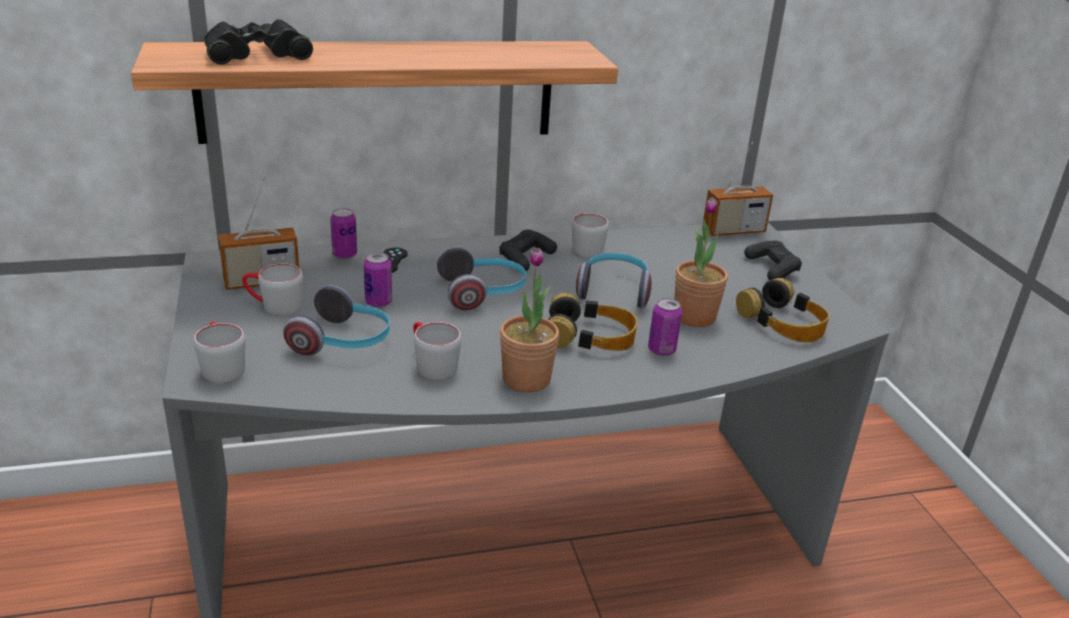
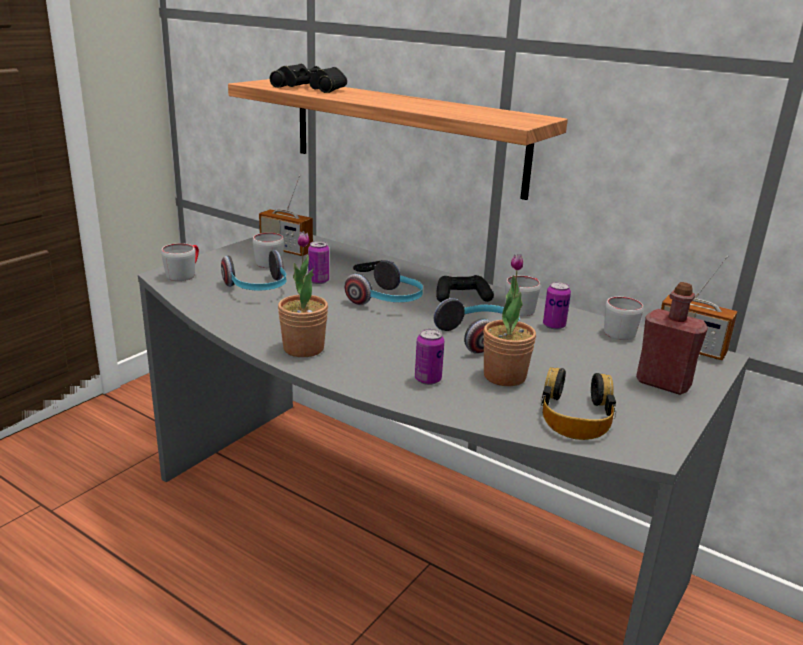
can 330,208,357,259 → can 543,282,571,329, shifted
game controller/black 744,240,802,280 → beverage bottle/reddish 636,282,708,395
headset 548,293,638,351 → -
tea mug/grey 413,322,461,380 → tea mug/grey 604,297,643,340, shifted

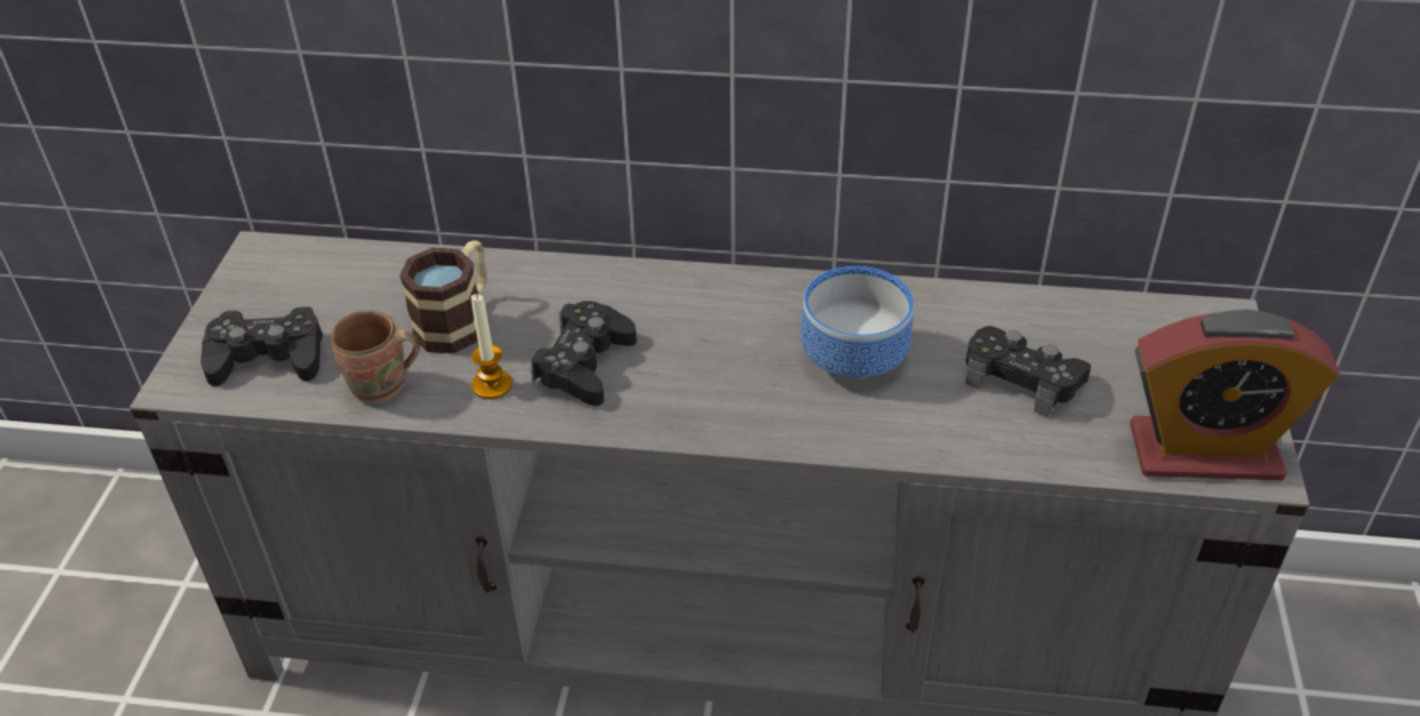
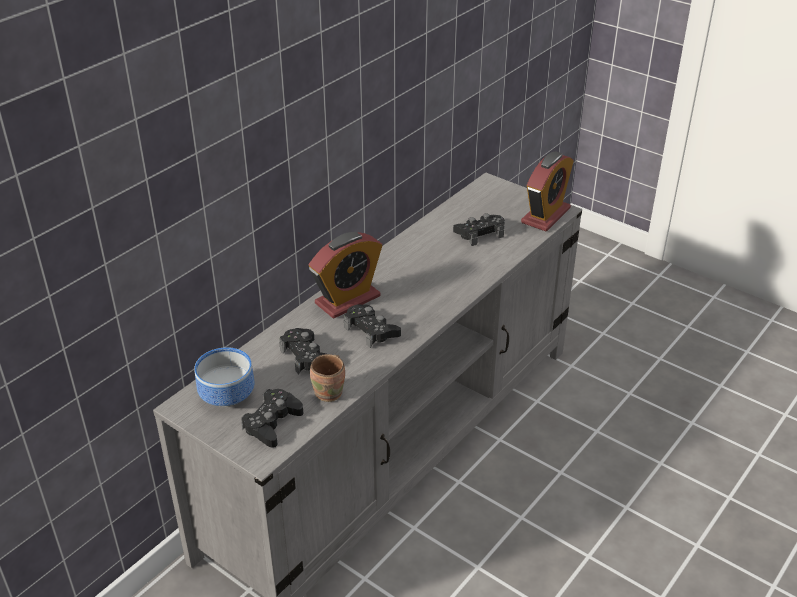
tea mug 400,240,487,354 → game controller/black 279,328,326,375
deep dish 801,266,914,379 → deep dish 194,347,254,407, shifted
wax candle 471,293,512,399 → -
- → table clock 309,232,382,319

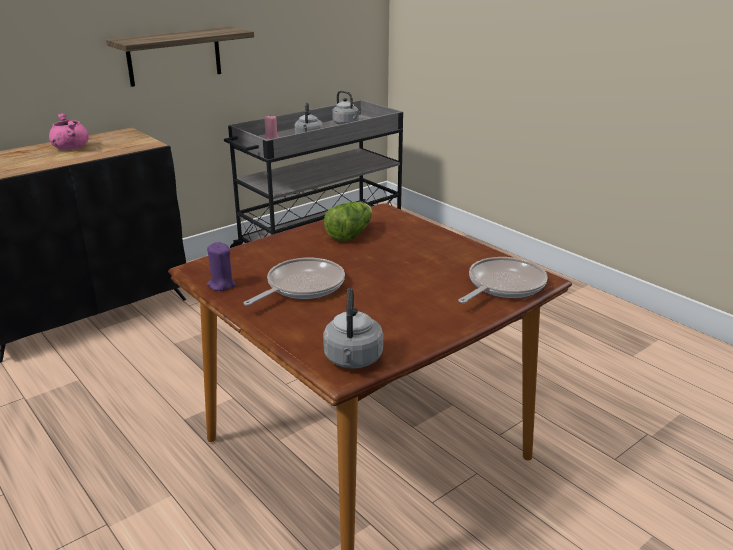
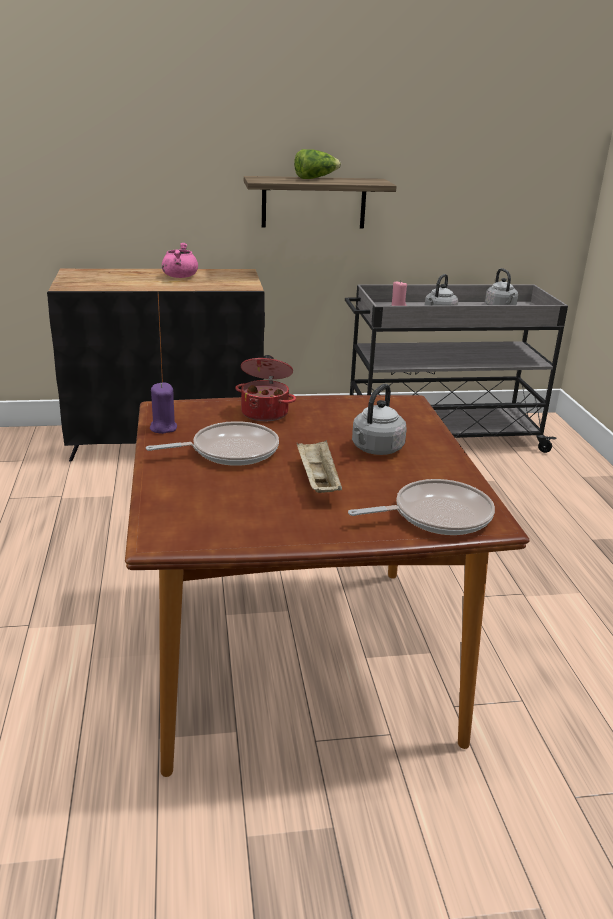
lettuce 324,202,372,242 → lettuce 294,149,341,179, shifted
water kettle/grey 323,288,383,369 → water kettle/grey 352,384,407,455, shifted
- → cooking pot 235,355,296,421
- → carrying tray/beige 297,440,342,493

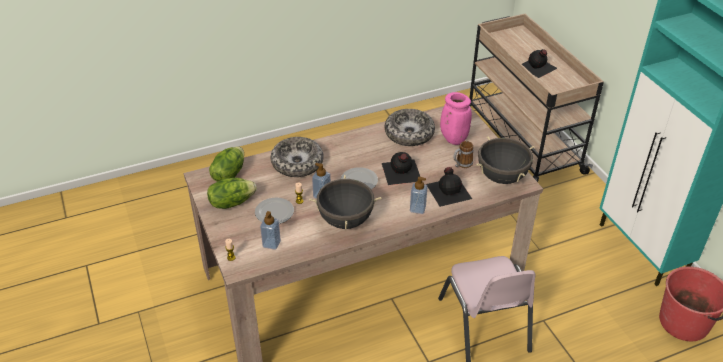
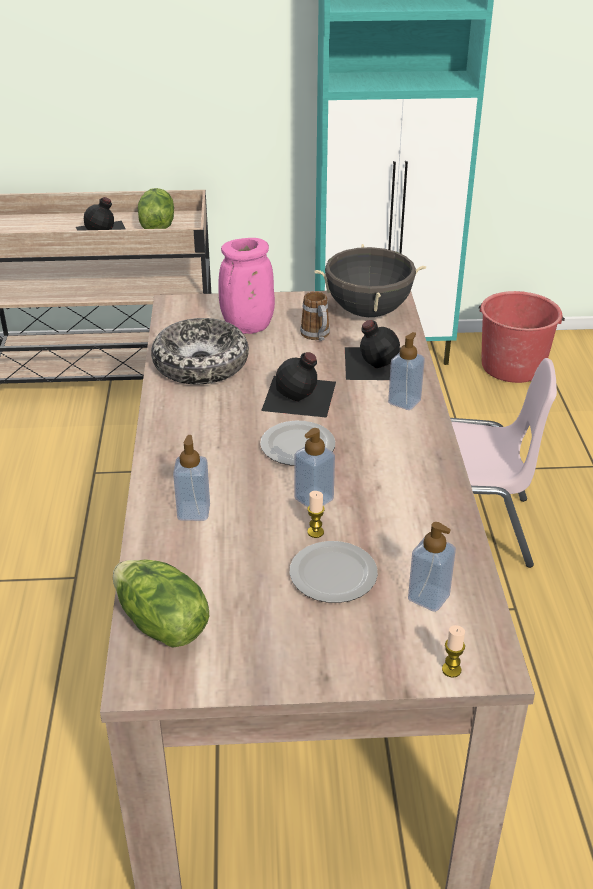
deep dish 271,137,324,177 → soap dispenser 173,435,210,521
cooking pot/black 309,175,382,229 → -
lettuce 207,178,257,209 → lettuce 138,188,174,229, shifted

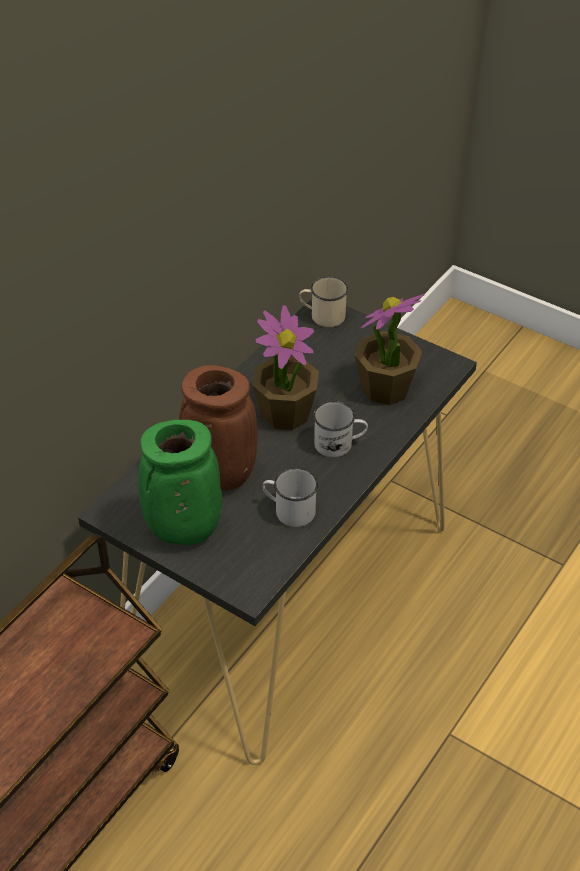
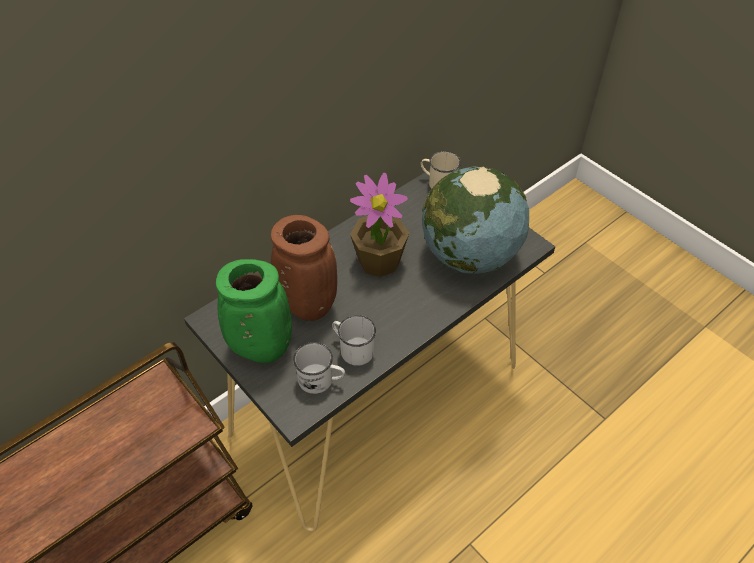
potted plant 355,294,424,405 → desk globe 422,166,529,274
tea mug/white 313,401,368,457 → tea mug/white 293,342,345,394, shifted

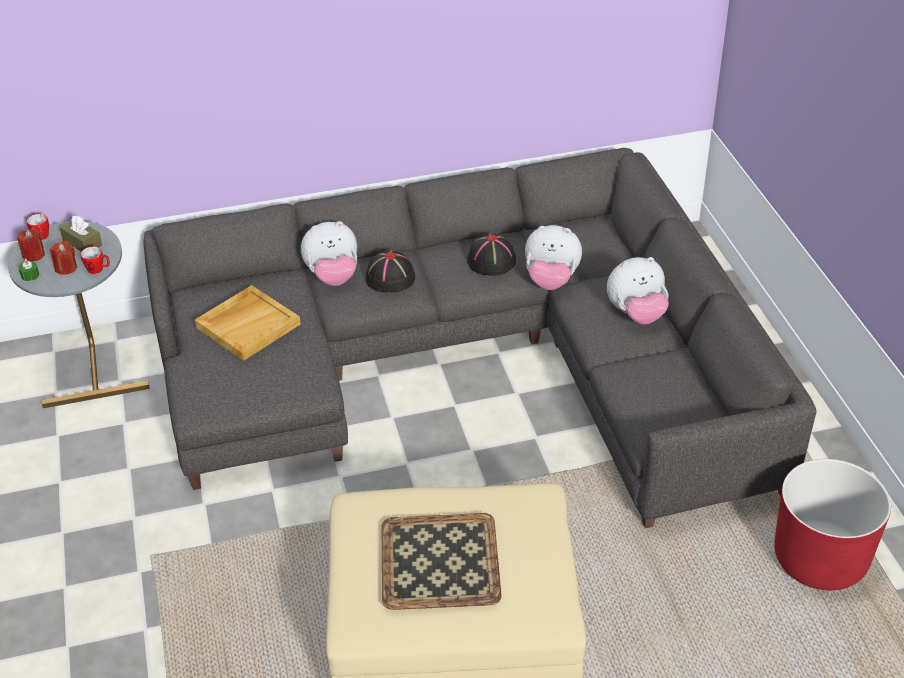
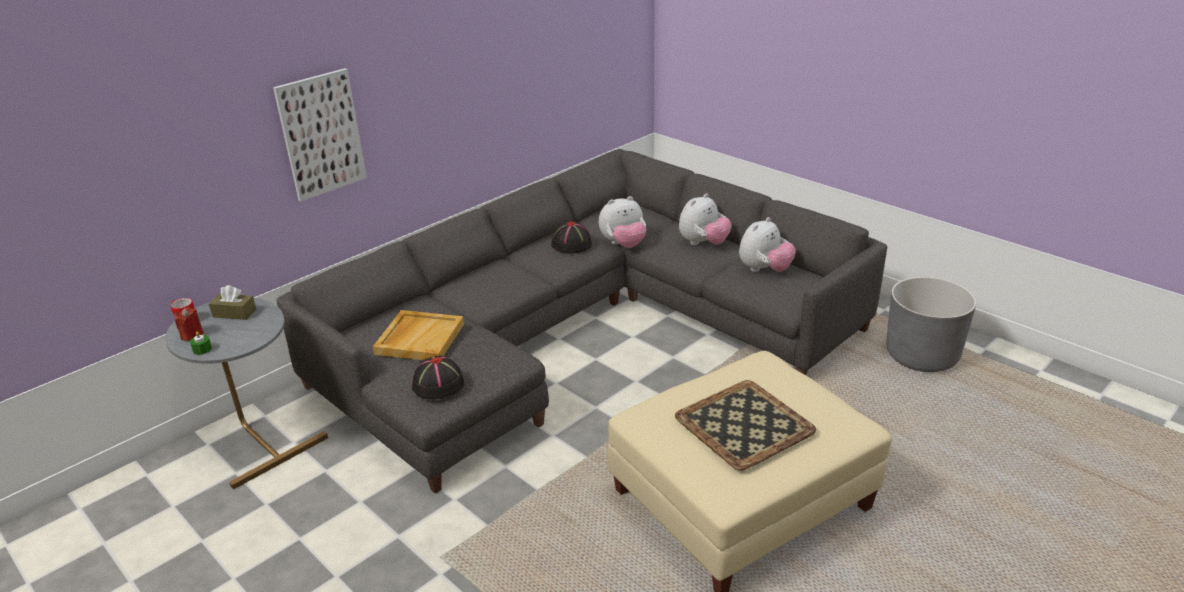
plush toy 301,221,357,286 → plush toy 739,217,796,272, shifted
wax candle/reddish 50,241,77,275 → -
tea mug 80,246,110,274 → -
hat/black 366,251,415,293 → hat/black 412,356,464,400, shifted
planter/reddish 774,459,891,590 → planter/grey 886,277,976,372
- → picture 273,68,367,202

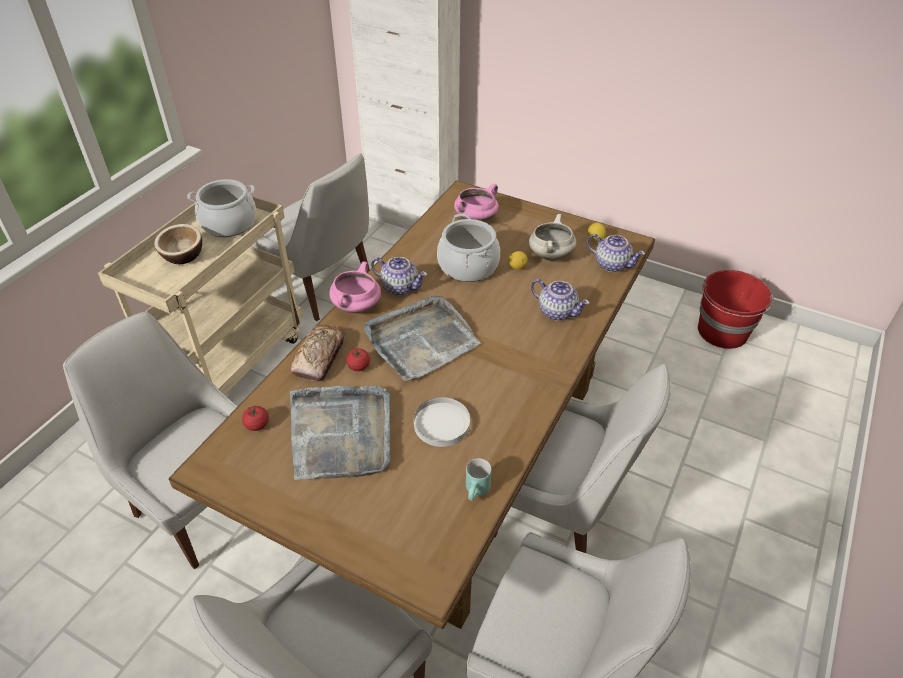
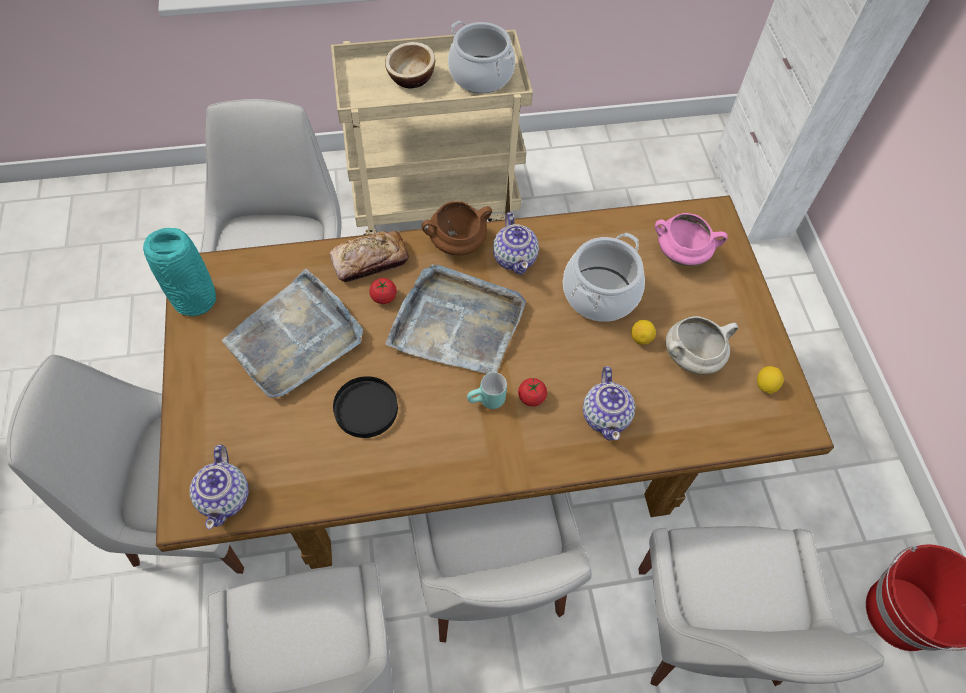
upright chair/white 251,153,370,321 → upright chair/white 638,526,884,686, shifted
tea pot 587,234,645,272 → tea pot 190,445,249,529, shifted
cooking pot/pink-coloured 329,261,381,313 → cooking pot/brownish 422,201,492,256
plate/white 414,397,470,447 → plate/black 333,376,398,438
fresh tomato 242,406,269,431 → fresh tomato 518,378,547,406, shifted
tea mug/turquoise 466,458,492,501 → tea mug/turquoise 467,372,507,409, shifted
- → flower vase/turquoise 143,228,216,316

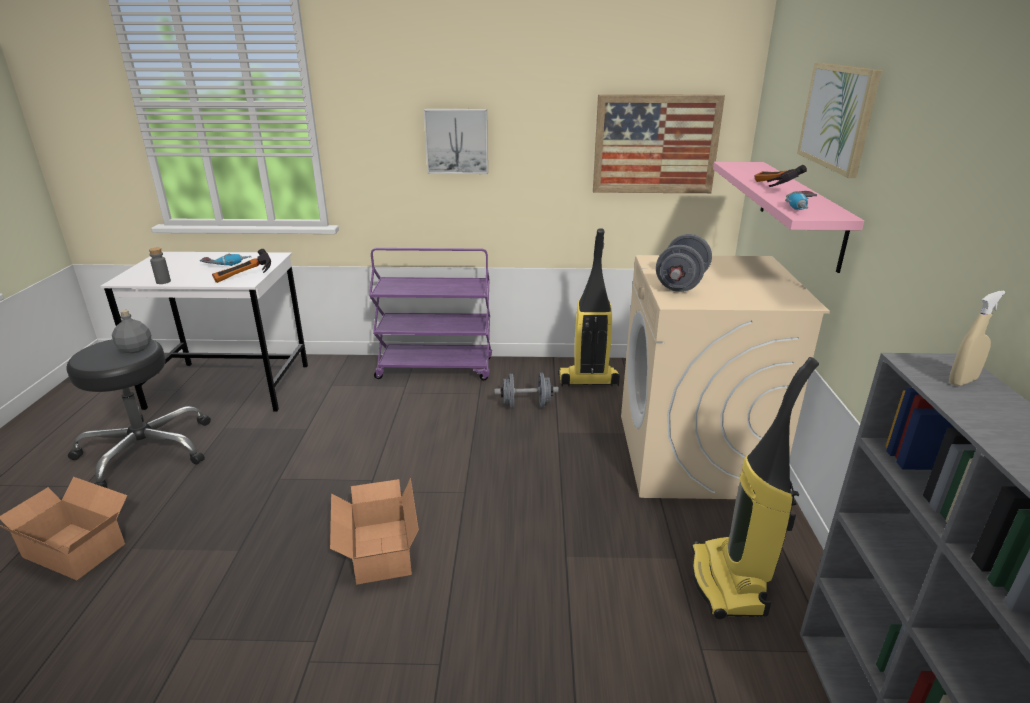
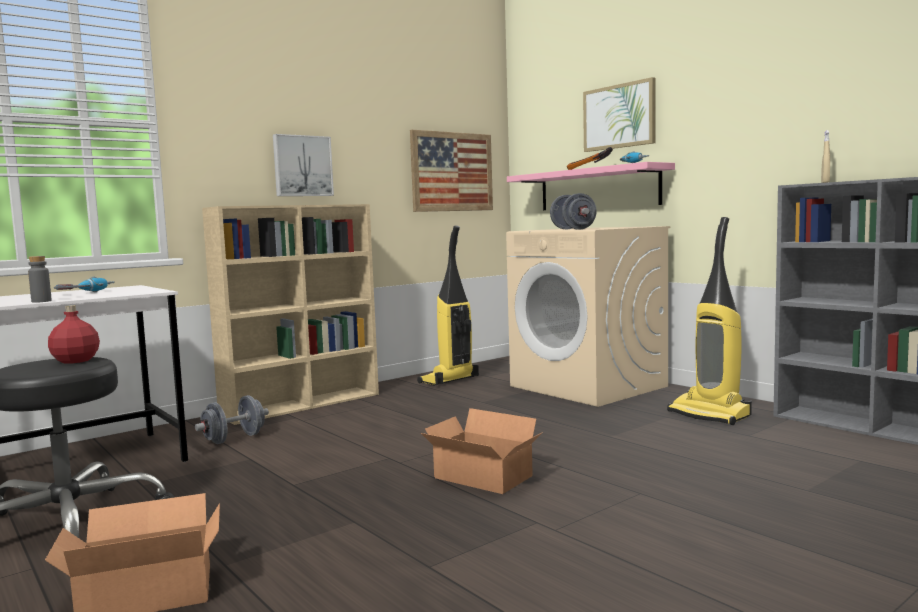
wheeled cart/purple 369,248,492,380 → bookshelf/beige 202,204,379,425
hammer 212,249,271,283 → -
beverage bottle/grey 112,310,151,353 → beverage bottle/reddish 48,305,100,364
dumbbell/grey 494,373,559,409 → dumbbell/grey 195,395,269,444, shifted

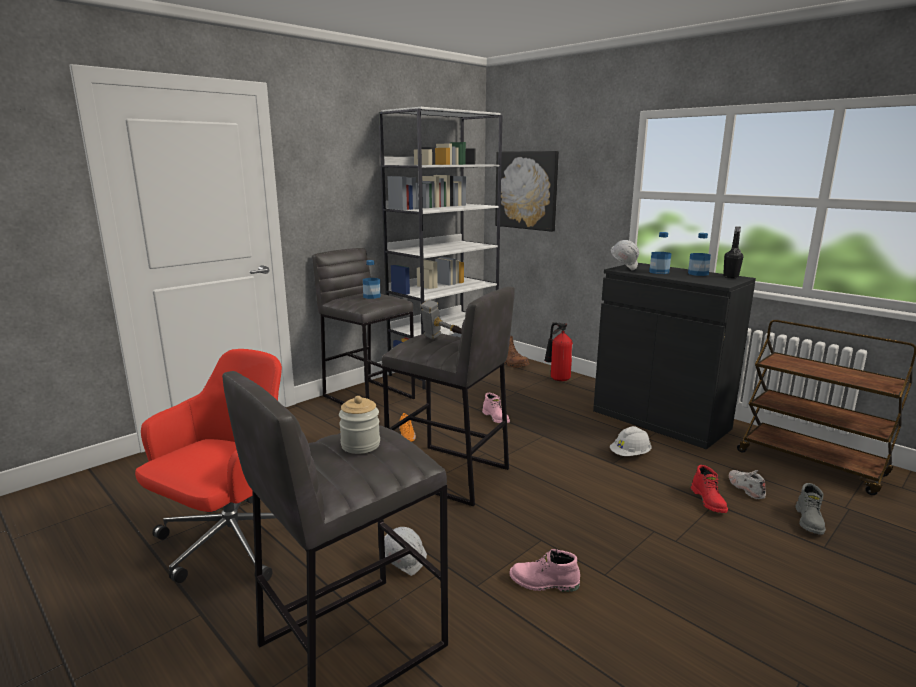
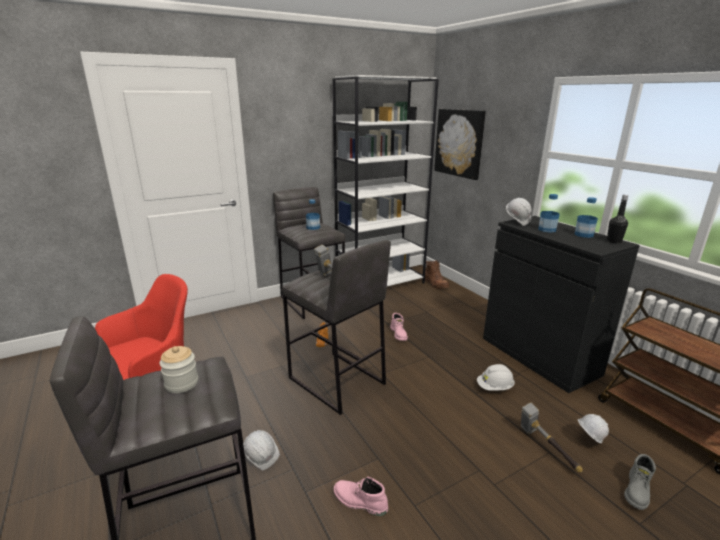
fire extinguisher 544,322,573,381 → -
high-top boot/reddish 691,465,728,513 → hammer 521,402,582,472
shoe/white 729,470,766,499 → hard hat/white 578,414,609,443

